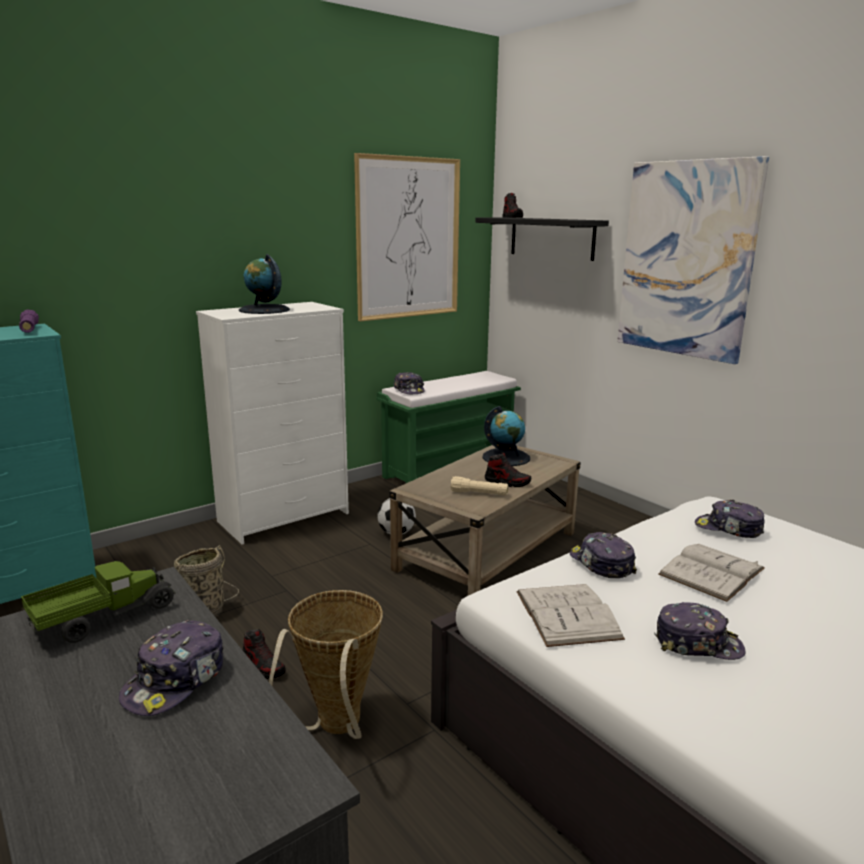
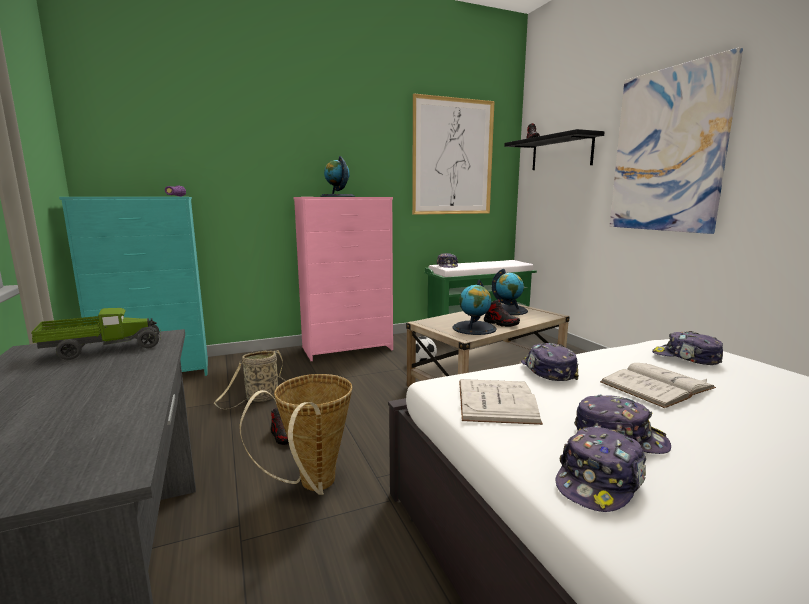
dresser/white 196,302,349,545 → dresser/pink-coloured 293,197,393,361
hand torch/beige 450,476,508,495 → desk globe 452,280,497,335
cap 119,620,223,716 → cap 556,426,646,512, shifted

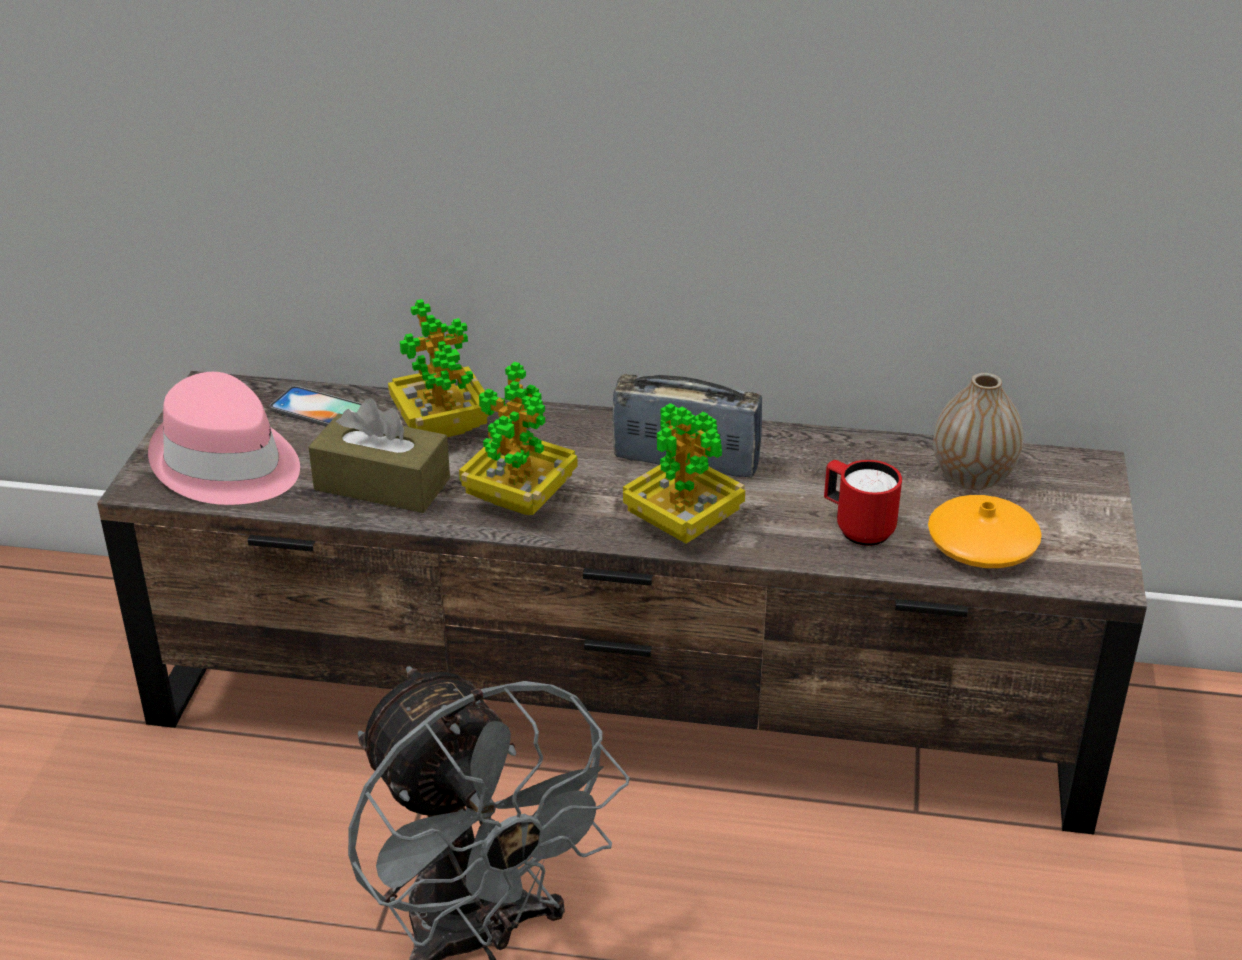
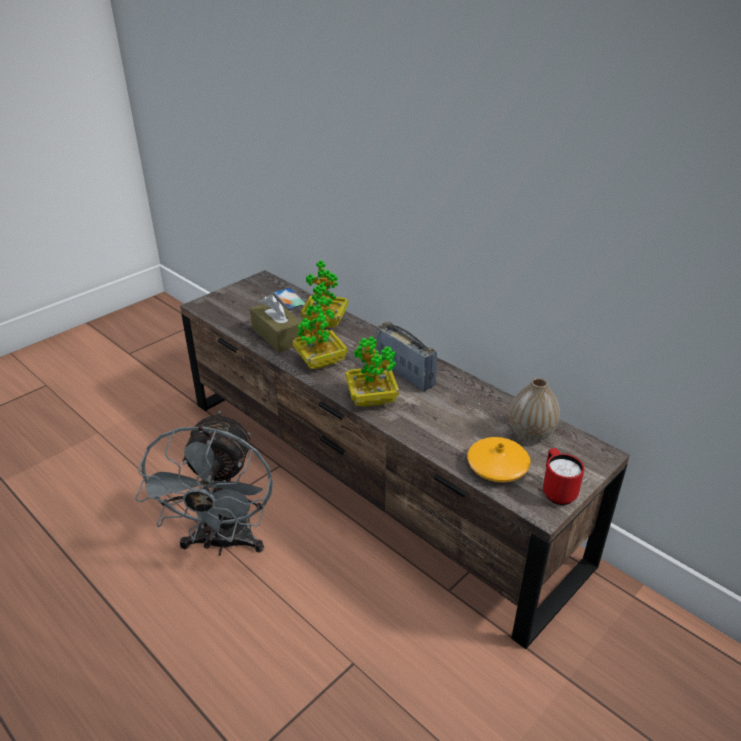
hat/pink-coloured 148,372,300,505 → -
tea mug/reddish 824,460,902,546 → tea mug/reddish 543,448,585,505, shifted

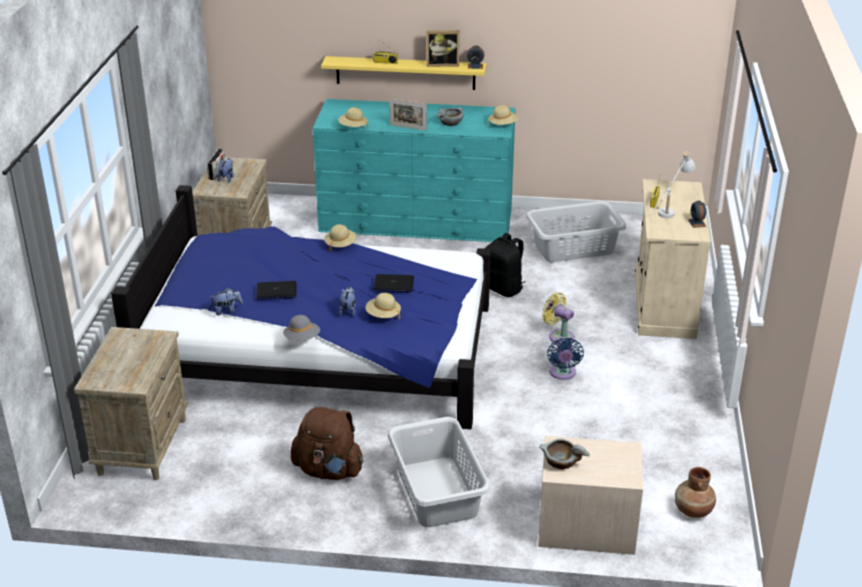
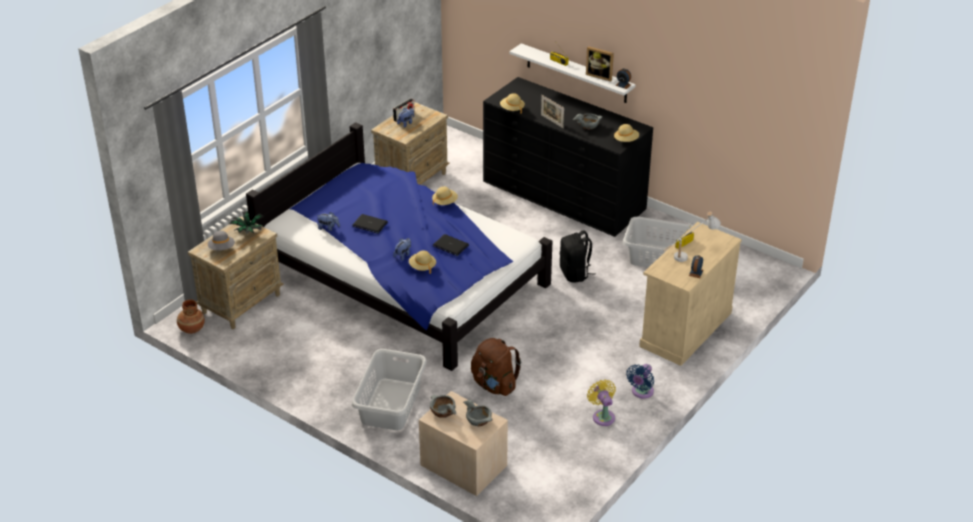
bracket shelf/yellowish 321,56,486,90 → bracket shelf/white 509,43,636,103
dresser/turquoise 313,99,516,242 → dresser/black 483,77,653,237
cooling fan/yellowish 542,293,575,344 → cooling fan/yellowish 587,380,616,426, shifted
hat/grey 283,315,320,341 → hat/grey 208,231,235,250, shifted
cooling fan/bluish 547,337,584,380 → cooling fan/bluish 626,364,654,399, shifted
knapsack/brownish 291,407,364,480 → knapsack/brownish 471,338,521,396, shifted
flower vase/brownish 675,467,716,518 → flower vase/brownish 177,300,205,334, shifted
- → potted plant 230,211,264,235
- → deep dish/grey 463,400,493,426

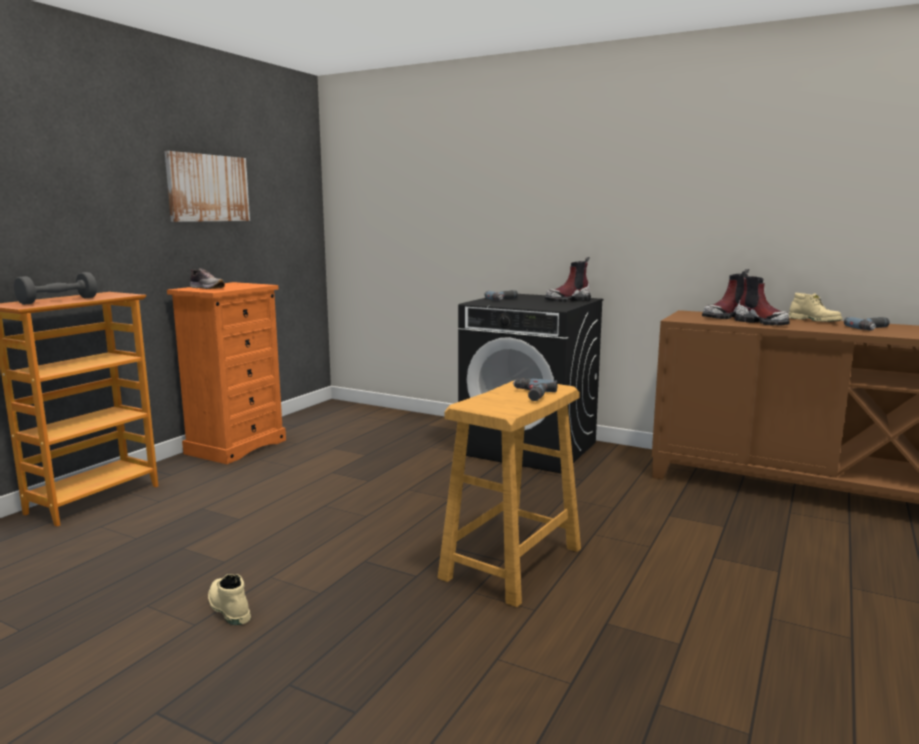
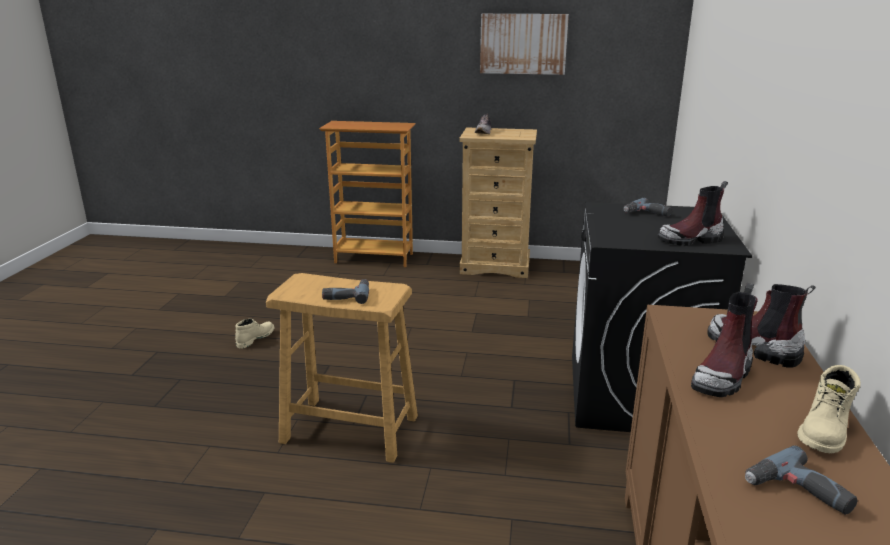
high-top boot 545,257,591,302 → high-top boot 657,181,728,246, 60 degrees counterclockwise
dumbbell/grey 14,272,97,305 → -
dresser/orange 167,282,286,464 → dresser/beige 459,127,537,278

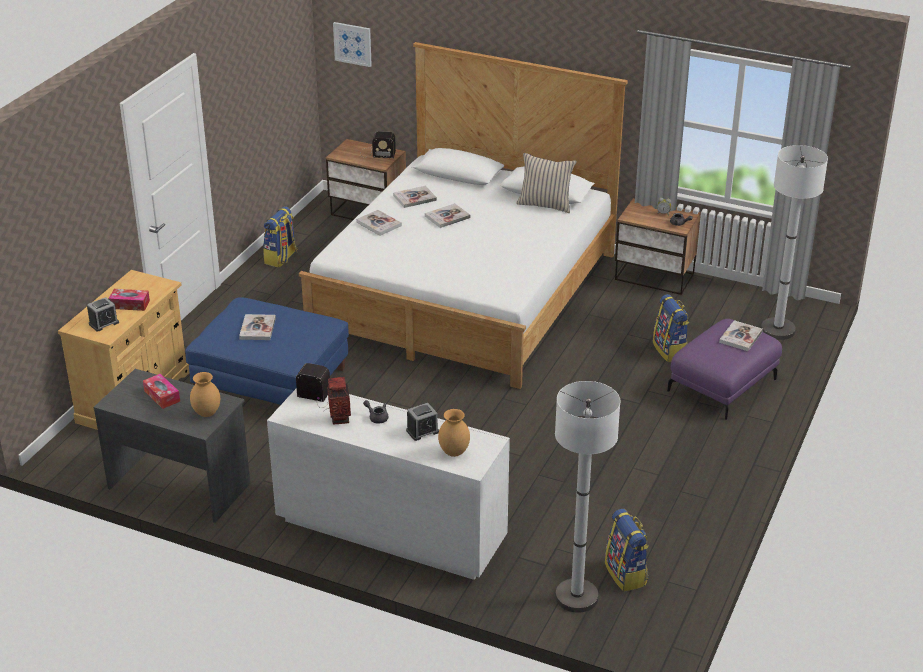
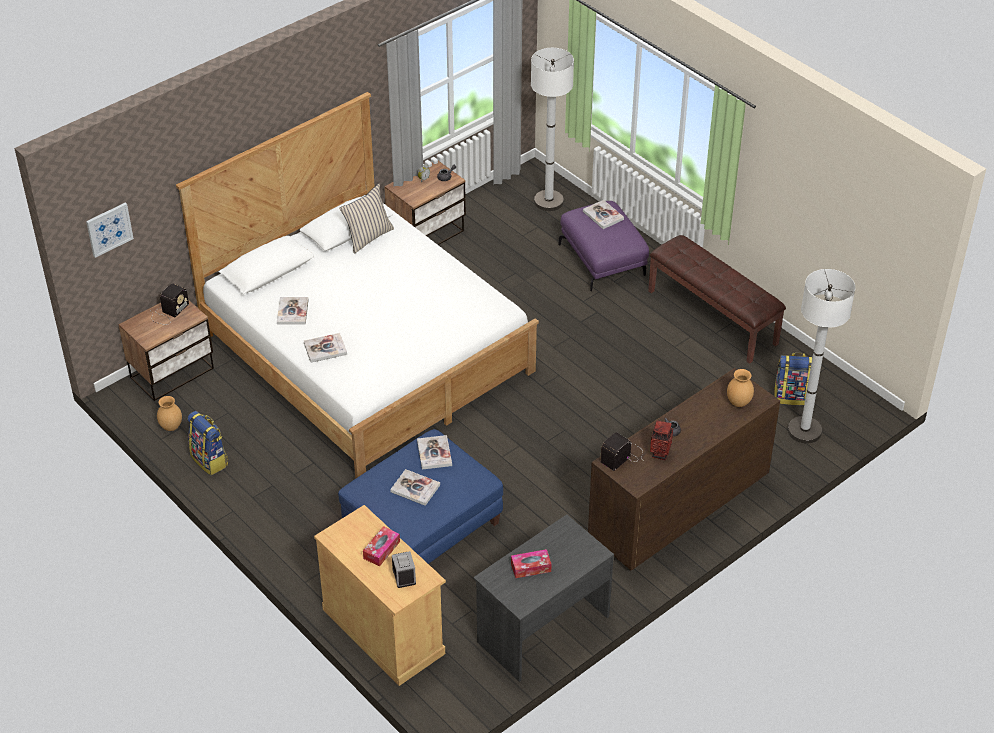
book 425,203,471,228 → book 417,435,452,470, shifted
knapsack 653,294,689,362 → -
flower vase/brownish 190,372,220,417 → flower vase/brownish 157,396,182,431, shifted
dresser/white 267,388,510,580 → dresser/brownish 588,368,780,571
table clock 406,403,439,441 → -
- → indoor bench/brownish 648,235,786,364

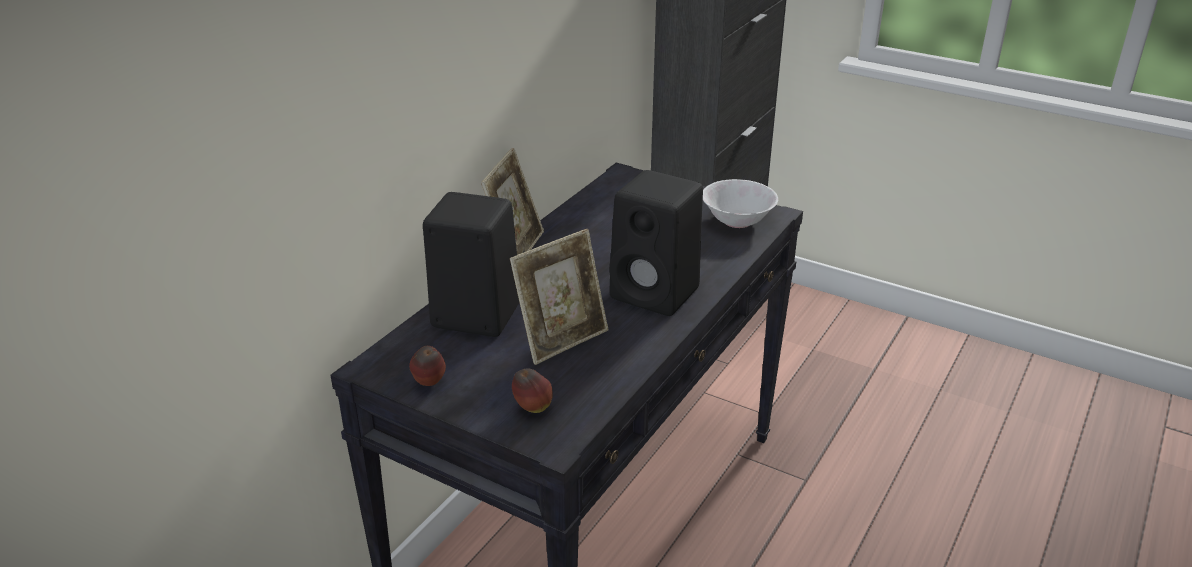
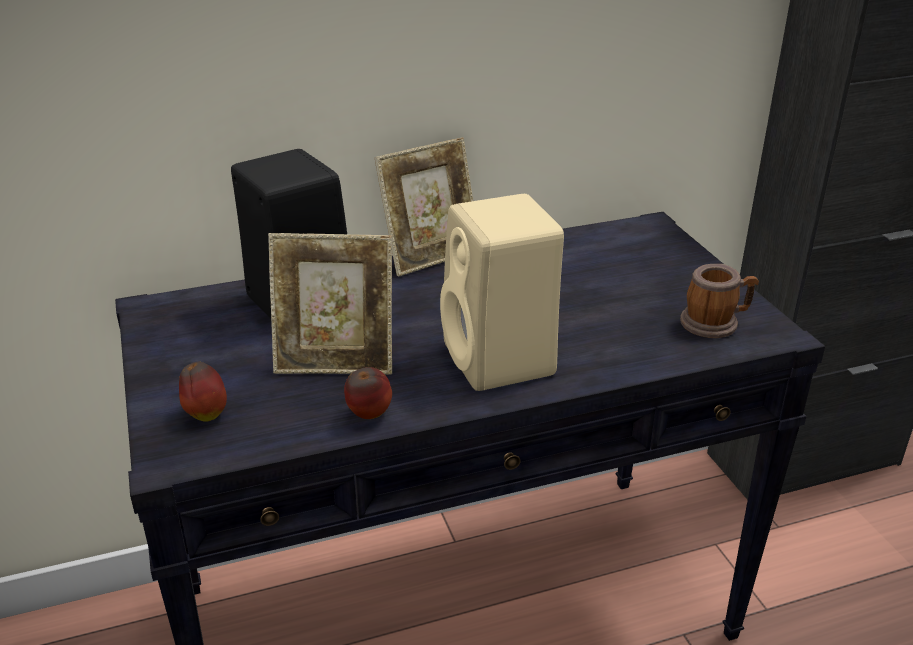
loudspeaker/black 609,170,703,316 → loudspeaker/beige 440,194,564,391
deep dish/white 703,179,778,228 → tea mug 680,264,759,338
apple fruit 409,346,446,386 → apple fruit 344,367,392,419, shifted

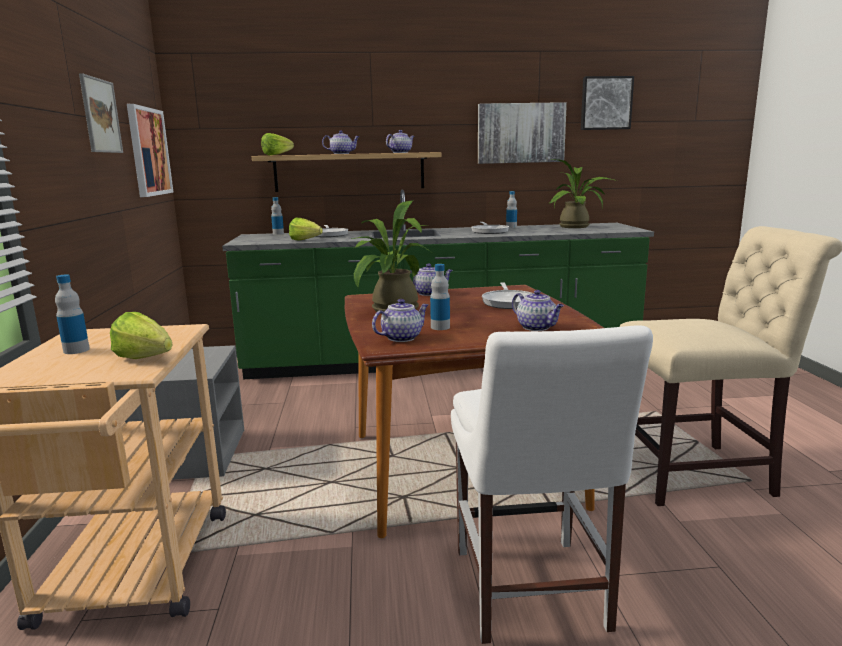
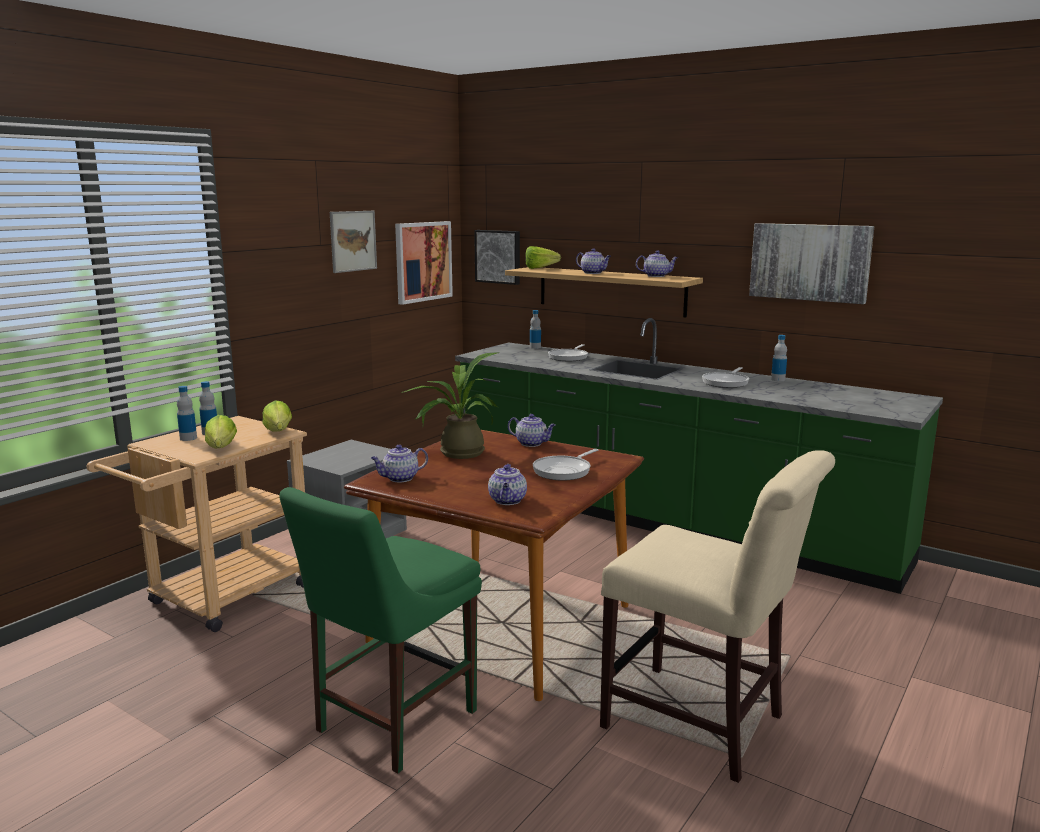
picture 581,76,634,130 → picture 474,230,520,285, shifted
potted plant 548,159,617,228 → -
lettuce 289,218,323,240 → lettuce 262,401,292,432, shifted
beverage bottle 430,264,450,330 → beverage bottle 177,386,197,441, shifted
tea pot 372,299,428,342 → tea pot 371,445,428,483, 150 degrees clockwise
upright chair/white 451,325,653,644 → upright chair/green 279,487,482,773

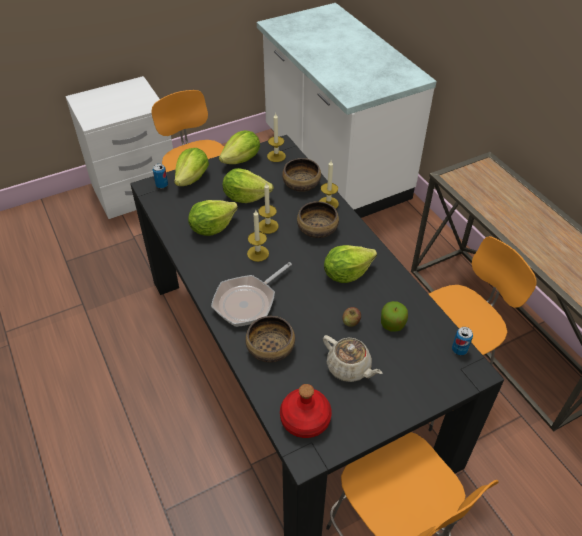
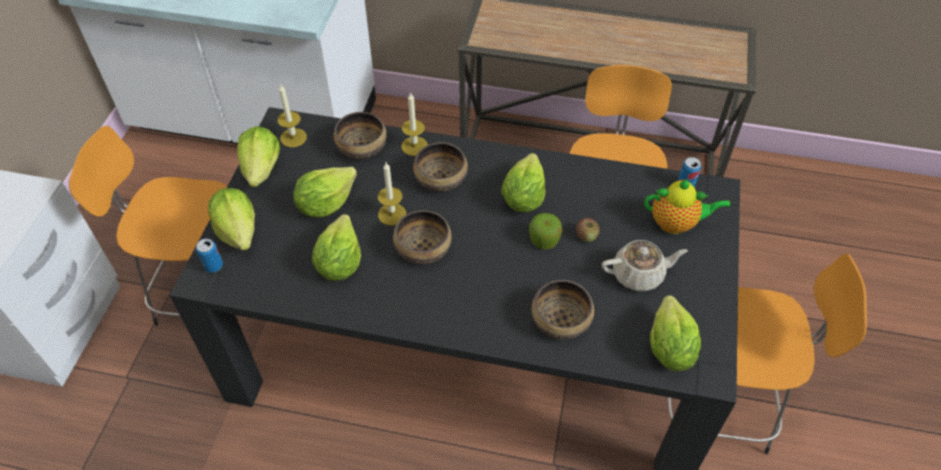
wax candle 247,210,269,262 → deep dish 393,210,452,264
skillet 211,262,292,327 → -
apple fruit 381,301,408,332 → apple fruit 529,213,563,249, shifted
beverage bottle/reddish 280,384,332,438 → lettuce 650,295,701,371
- → tea pot 644,180,731,234

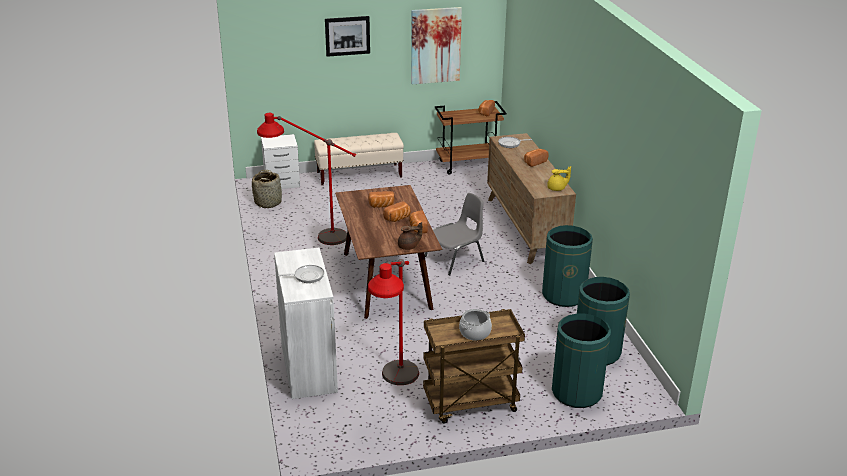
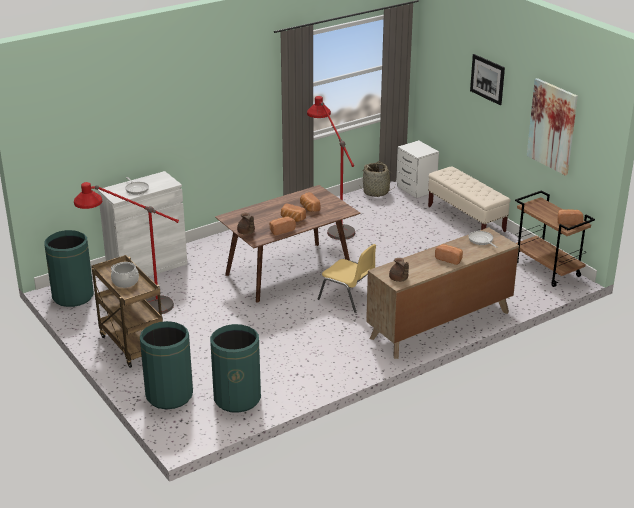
tea pot/yellowish 547,166,571,191 → tea pot/brownish 389,258,409,282
upright chair/grey 425,193,484,275 → upright chair/yellowish 318,244,376,313
rubbish bin/green 542,225,593,307 → rubbish bin/green 44,230,94,307, shifted

